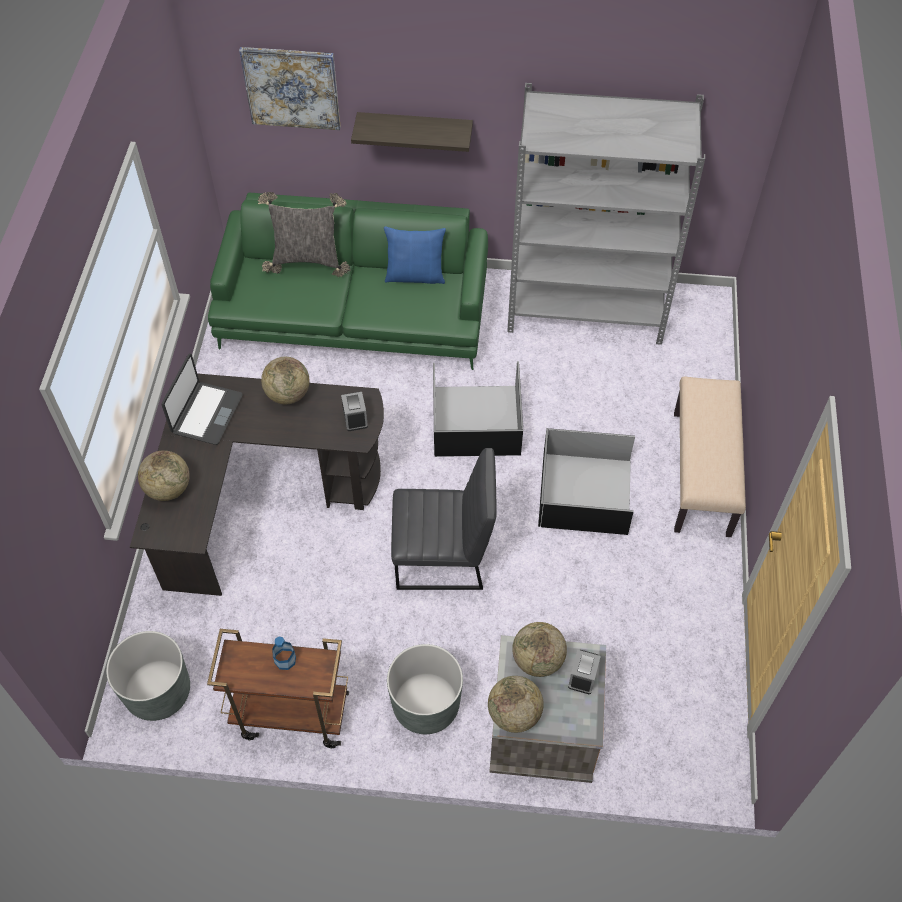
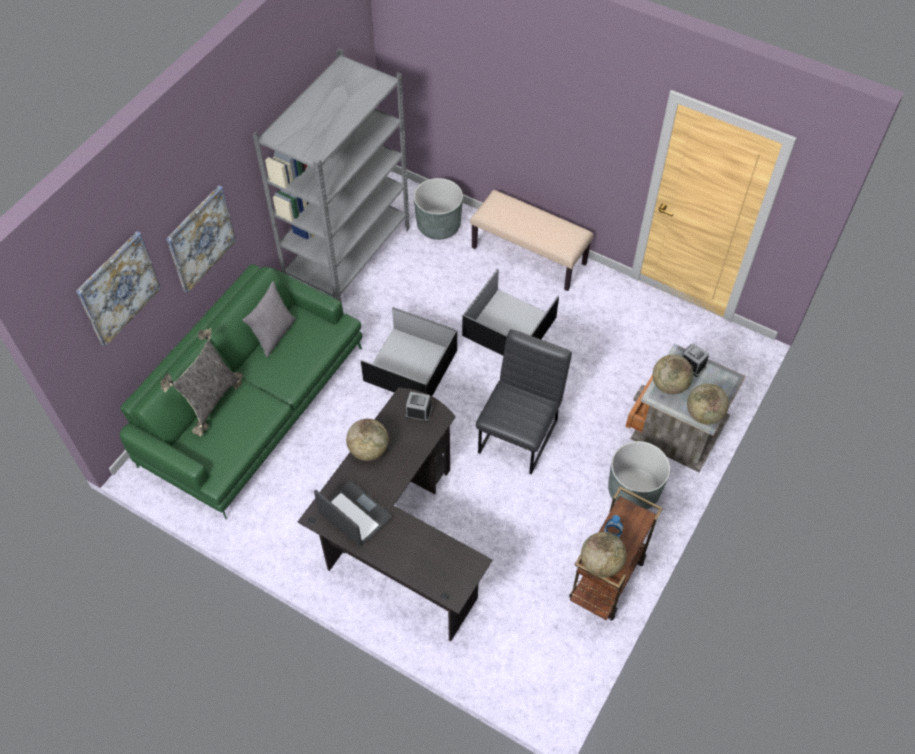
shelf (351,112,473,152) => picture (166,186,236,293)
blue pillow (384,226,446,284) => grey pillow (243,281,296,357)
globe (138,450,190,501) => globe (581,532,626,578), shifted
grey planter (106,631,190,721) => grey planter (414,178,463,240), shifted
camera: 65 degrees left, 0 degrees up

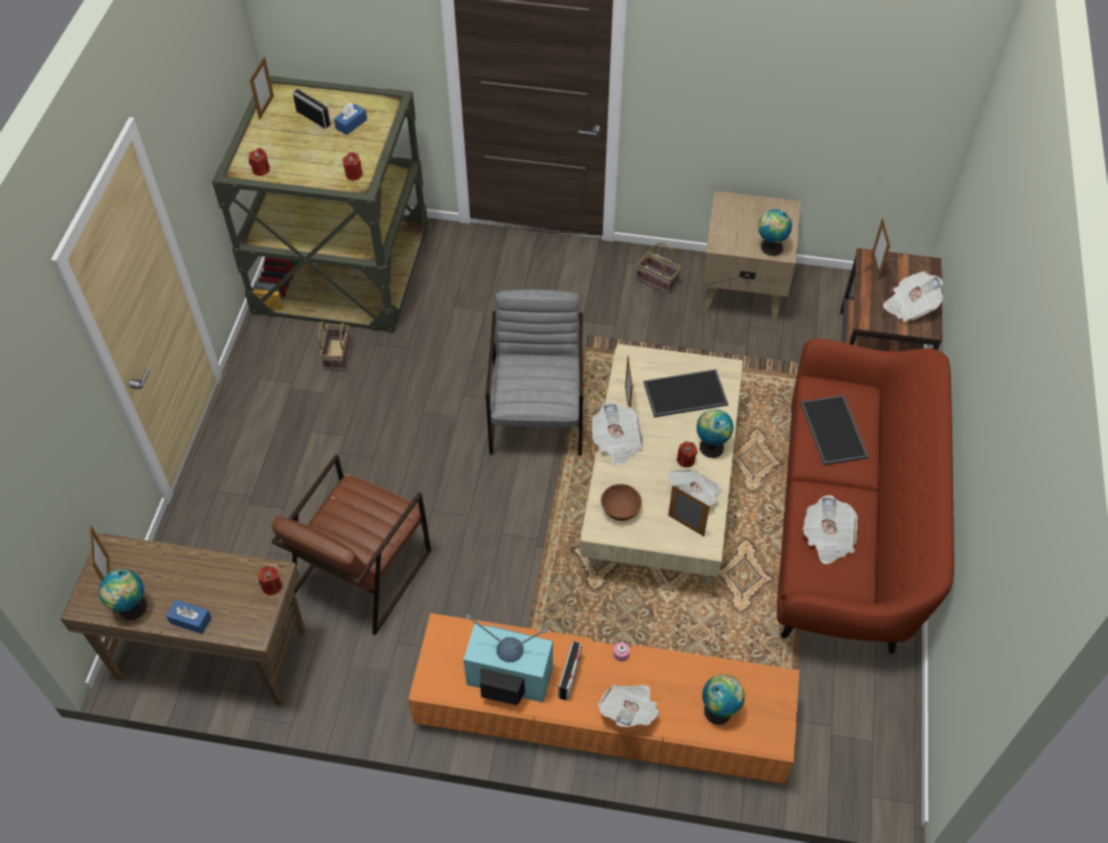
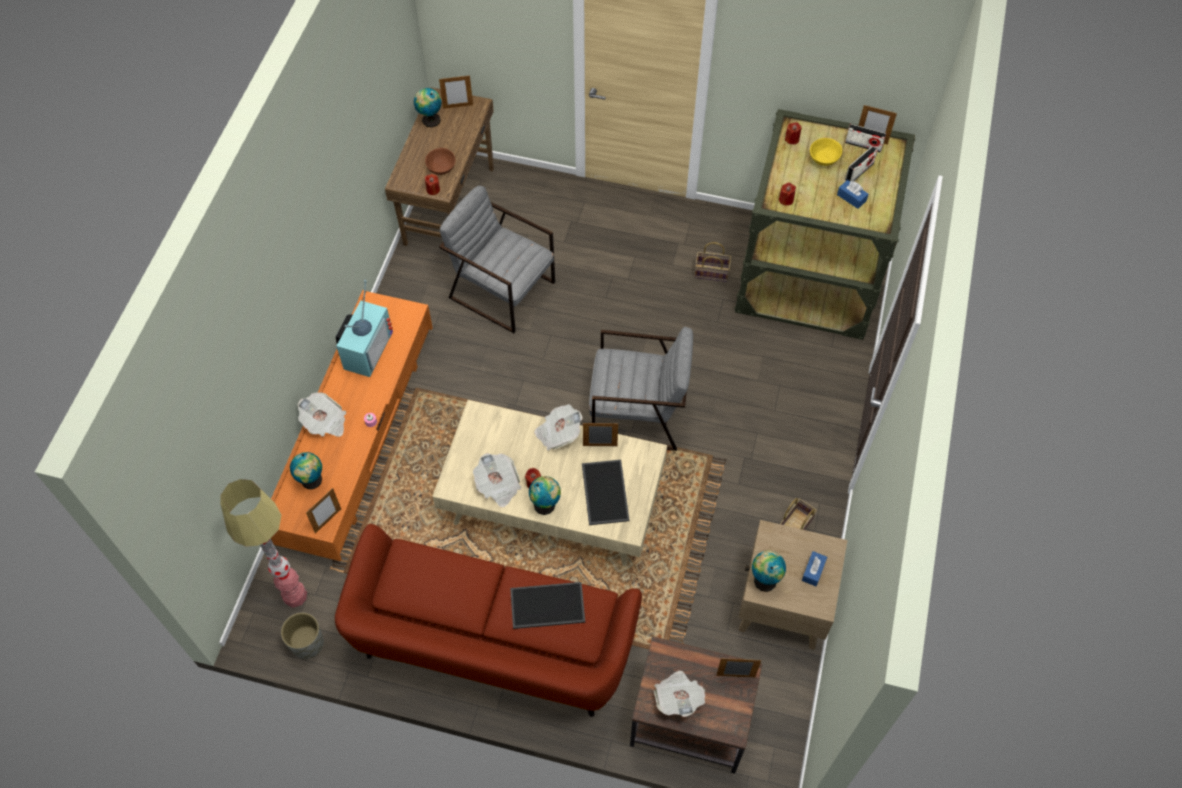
brown armchair (271,454,431,635) => grey armchair (439,186,555,333)
brown bowl (601,484,642,521) => brown bowl (425,148,455,175), shifted
picture frame (668,485,710,537) => picture frame (306,488,341,533), shifted
newspaper (803,495,858,564) => nothing
blue tissue box (166,600,212,634) => blue tissue box (802,551,827,586), shifted
radio (558,641,582,701) => radio (845,124,886,153), shifted
nothing => yellow bowl (810,138,842,166)
nothing => floor lamp (220,479,307,608)
nothing => grey planter (281,613,324,659)
camera: 95 degrees right, 5 degrees up

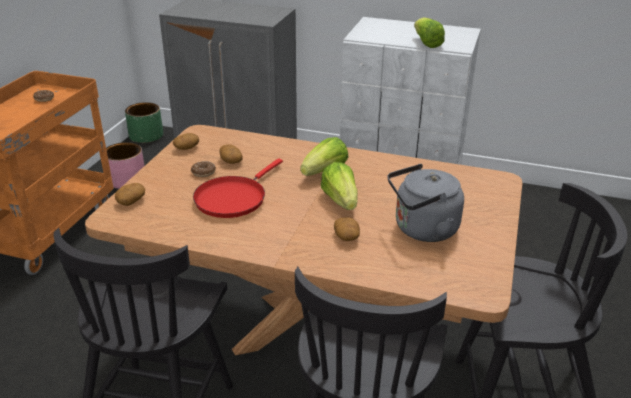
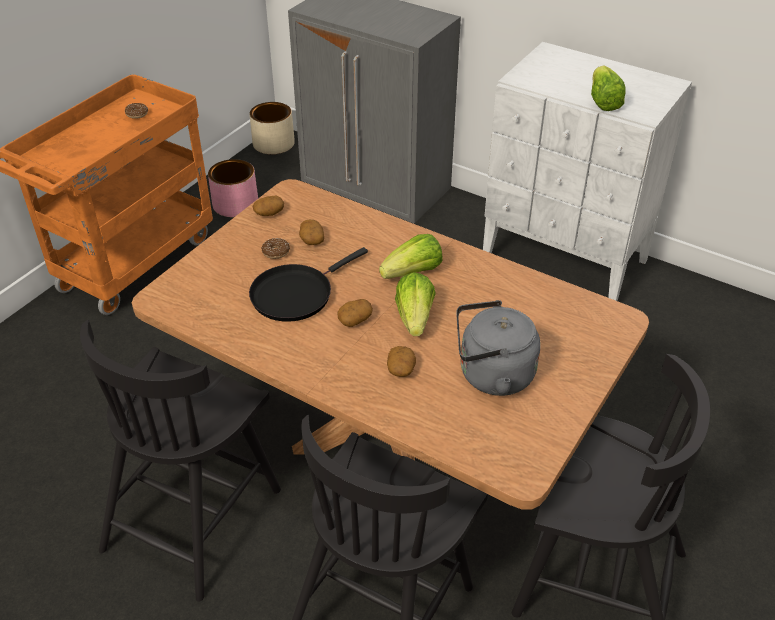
green planter (125,102,163,143) => beige planter (249,102,295,155)
red frying pan (193,158,283,218) => black frying pan (249,247,368,322)
potato (115,183,145,206) => potato (337,299,373,327), shifted
camera: 15 degrees right, 10 degrees up

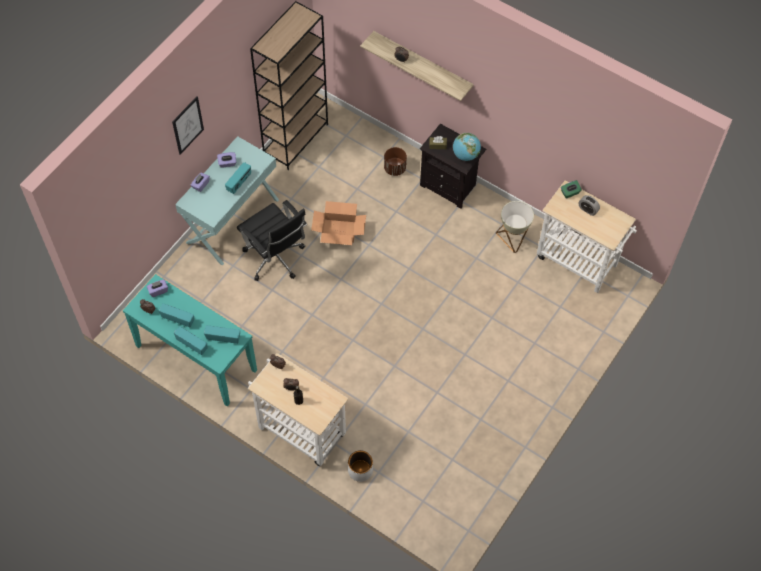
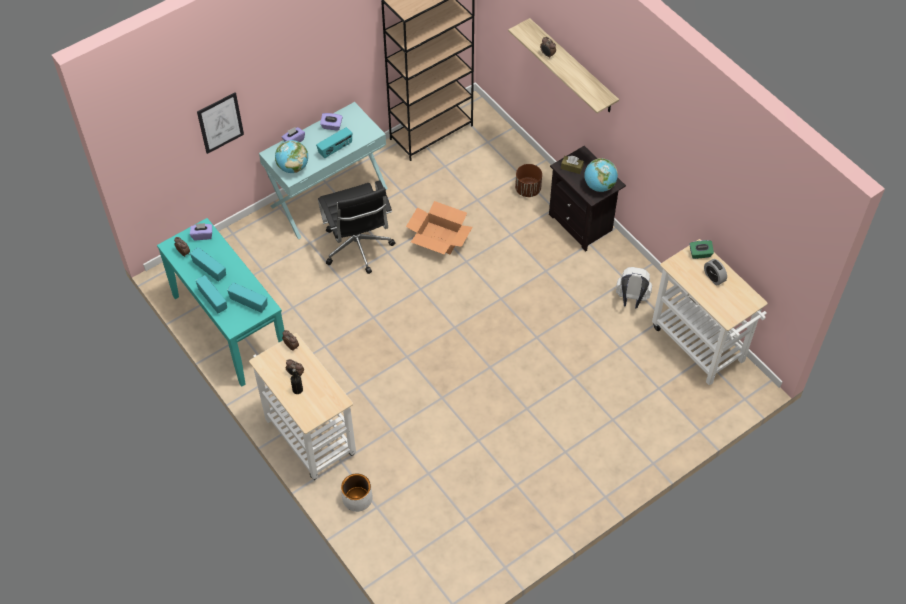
picture (172,96,204,155) => picture (197,92,244,154), shifted
planter (496,201,534,253) => white backpack (616,267,652,308)
nothing => globe (275,140,308,173)
camera: 20 degrees right, 5 degrees down

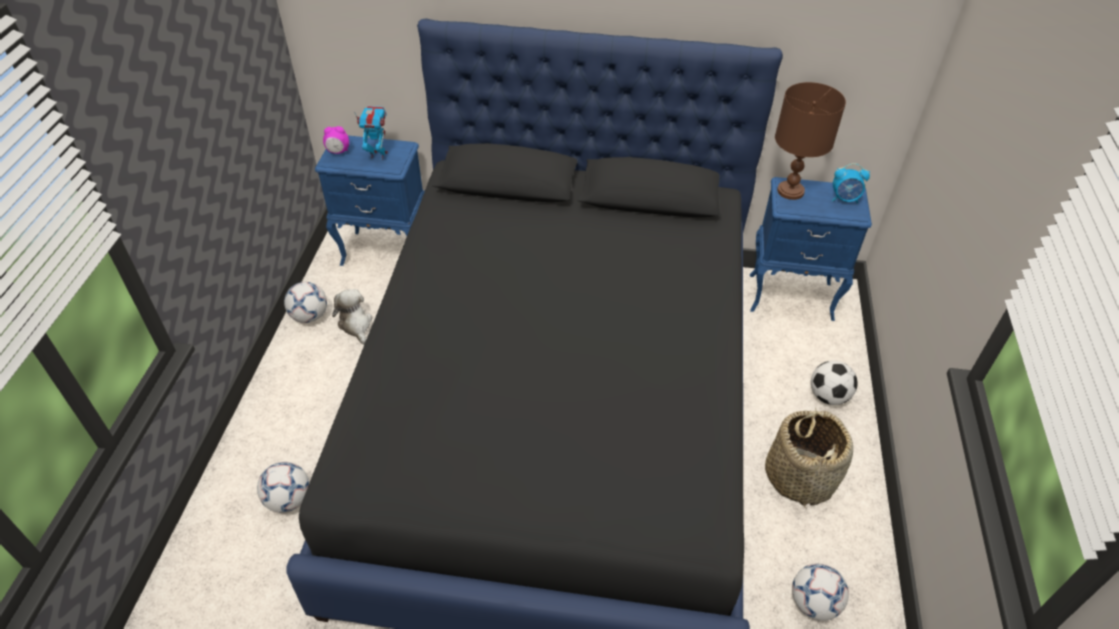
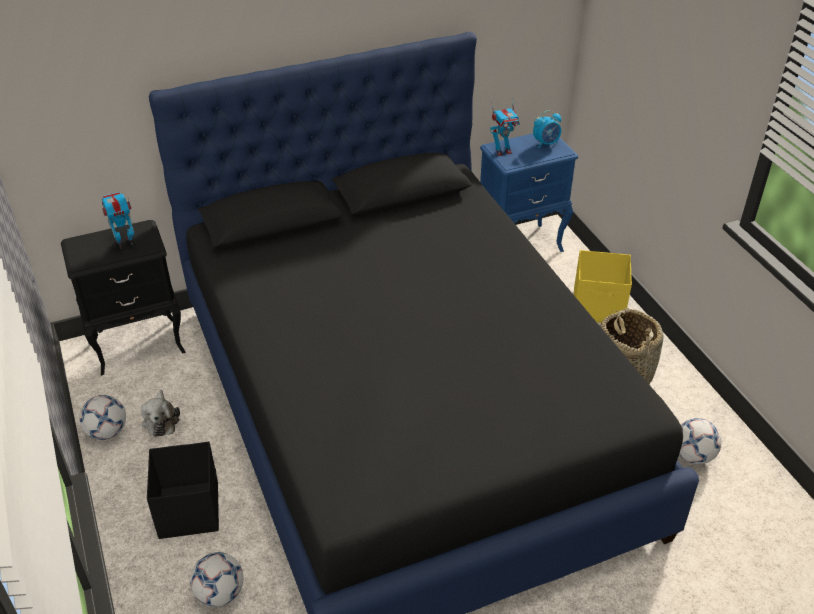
brown table lamp (775,82,846,200) => toy robot (490,101,520,156)
alarm clock (323,126,349,154) => nothing
blue nightstand (315,136,425,266) => black nightstand (61,220,186,376)
plush toy (332,289,372,344) => plush toy (141,390,180,437), 135 degrees counterclockwise
football (811,360,858,405) => yellow storage box (574,250,632,323)
nothing => black storage box (147,442,219,539)
camera: 30 degrees left, 5 degrees down

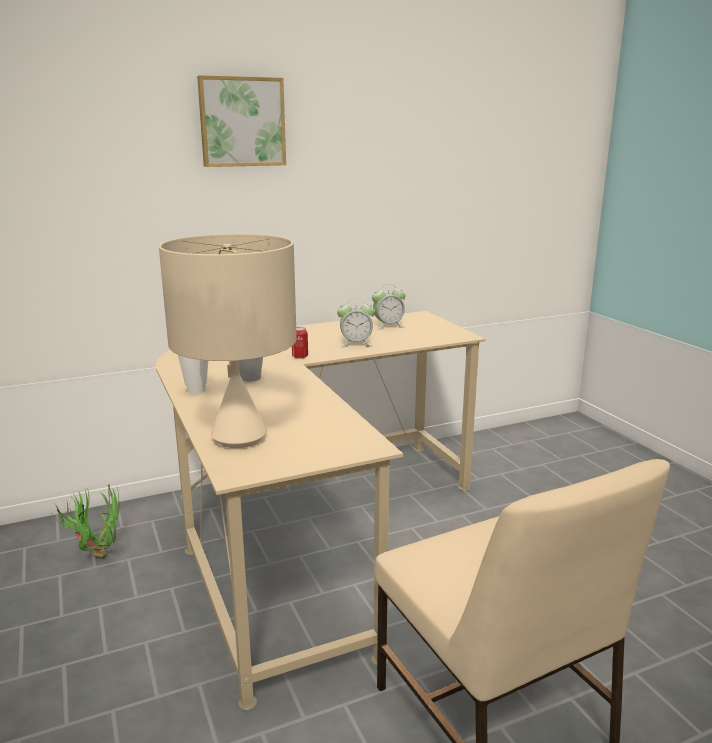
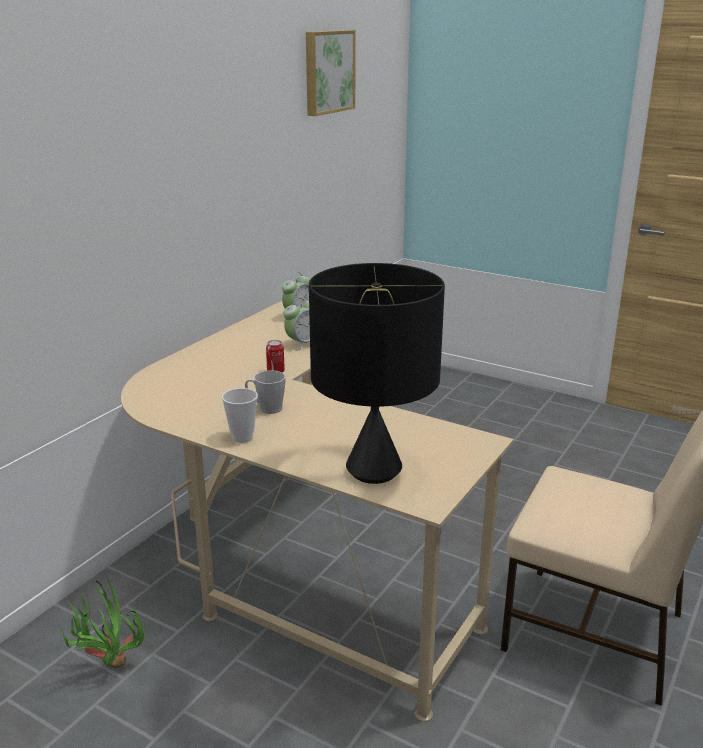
picture (197,75,286,167) => picture (306,30,355,116), shifted
beige table lamp (159,234,297,448) => black table lamp (309,263,445,484)
camera: 35 degrees left, 5 degrees up

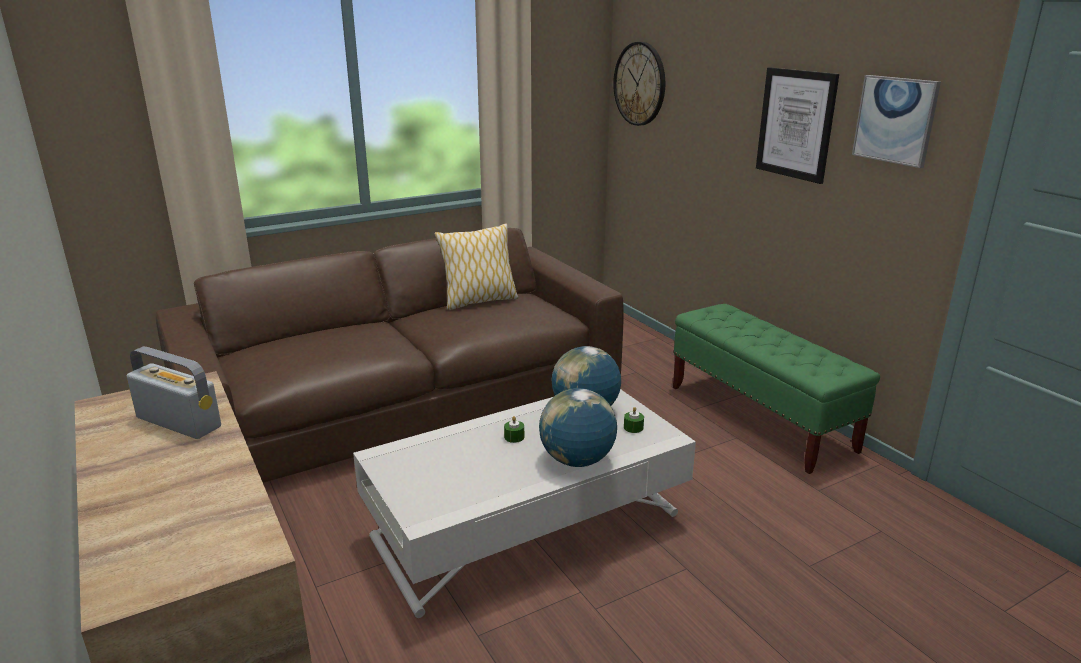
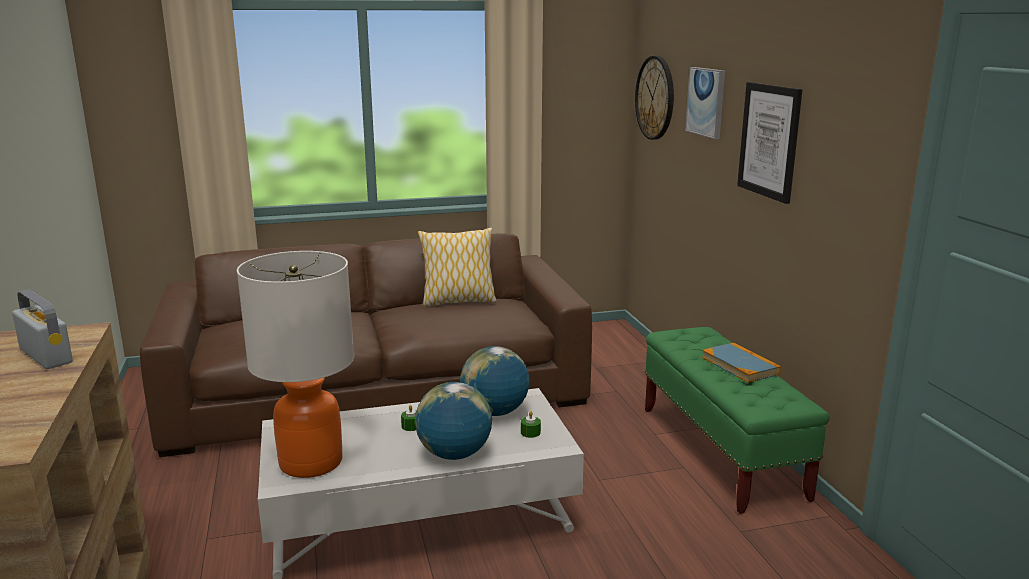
picture (852,75,941,168) => picture (685,67,725,140), shifted
nothing => table lamp (237,251,354,478)
nothing => book (702,343,781,383)
camera: 15 degrees right, 5 degrees down

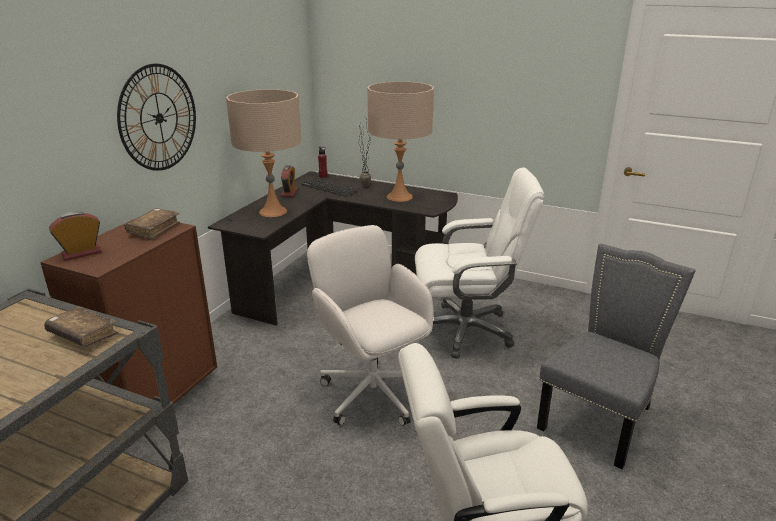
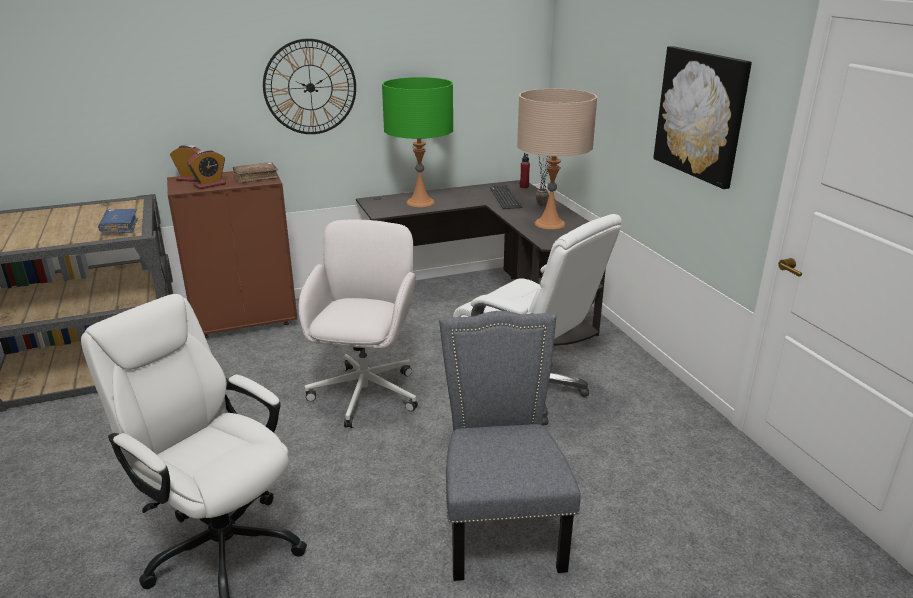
beige table lamp (226,89,302,217) => green table lamp (382,77,453,207)
alarm clock (281,165,298,197) => alarm clock (187,149,226,189), shifted
grey chair (537,244,696,469) => grey chair (439,311,581,581), 90 degrees counterclockwise
brown book (44,306,119,347) => blue book (98,209,138,233)
nothing => picture (653,46,752,189)
camera: 45 degrees right, 0 degrees up

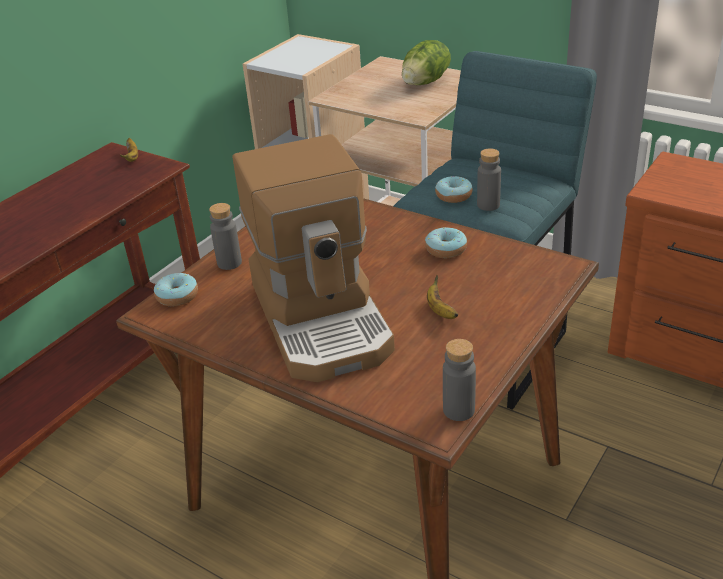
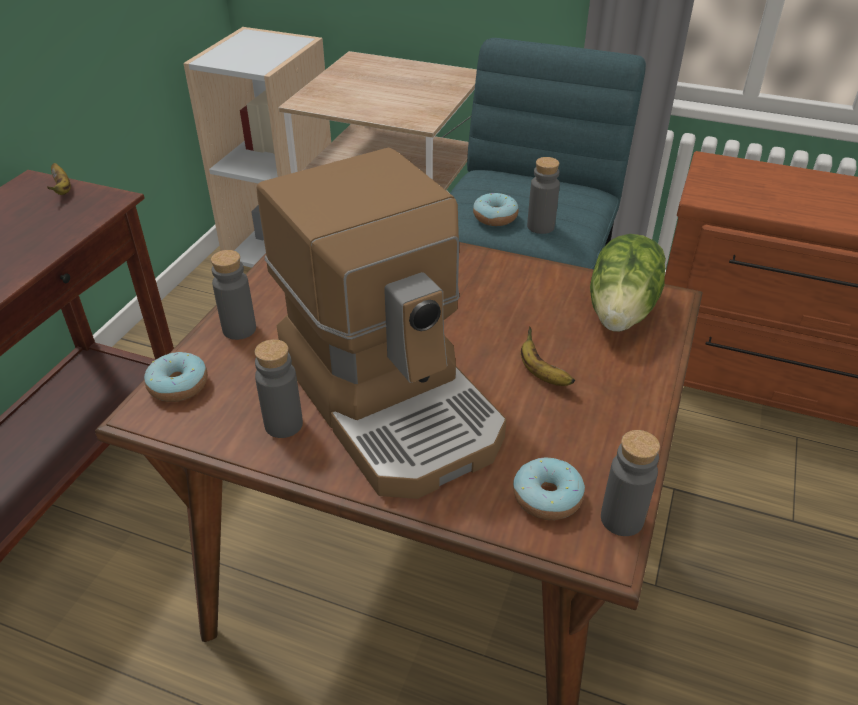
lettuce (402,40,451,85) => lettuce (590,234,666,332), shifted
donut (425,227,467,258) => donut (513,457,585,520), shifted
nothing => grey bottle (255,339,303,438)
camera: 15 degrees left, 5 degrees up

